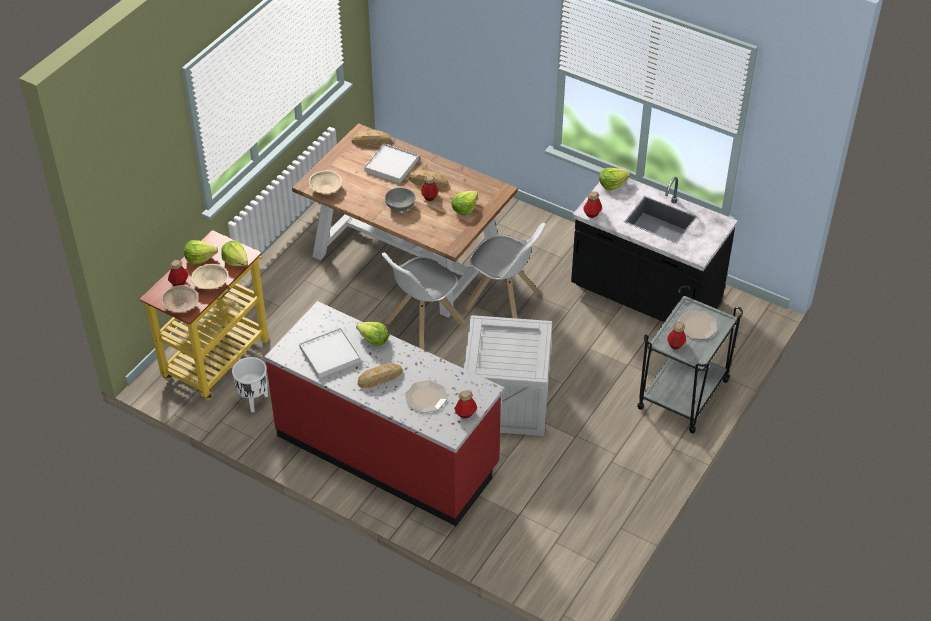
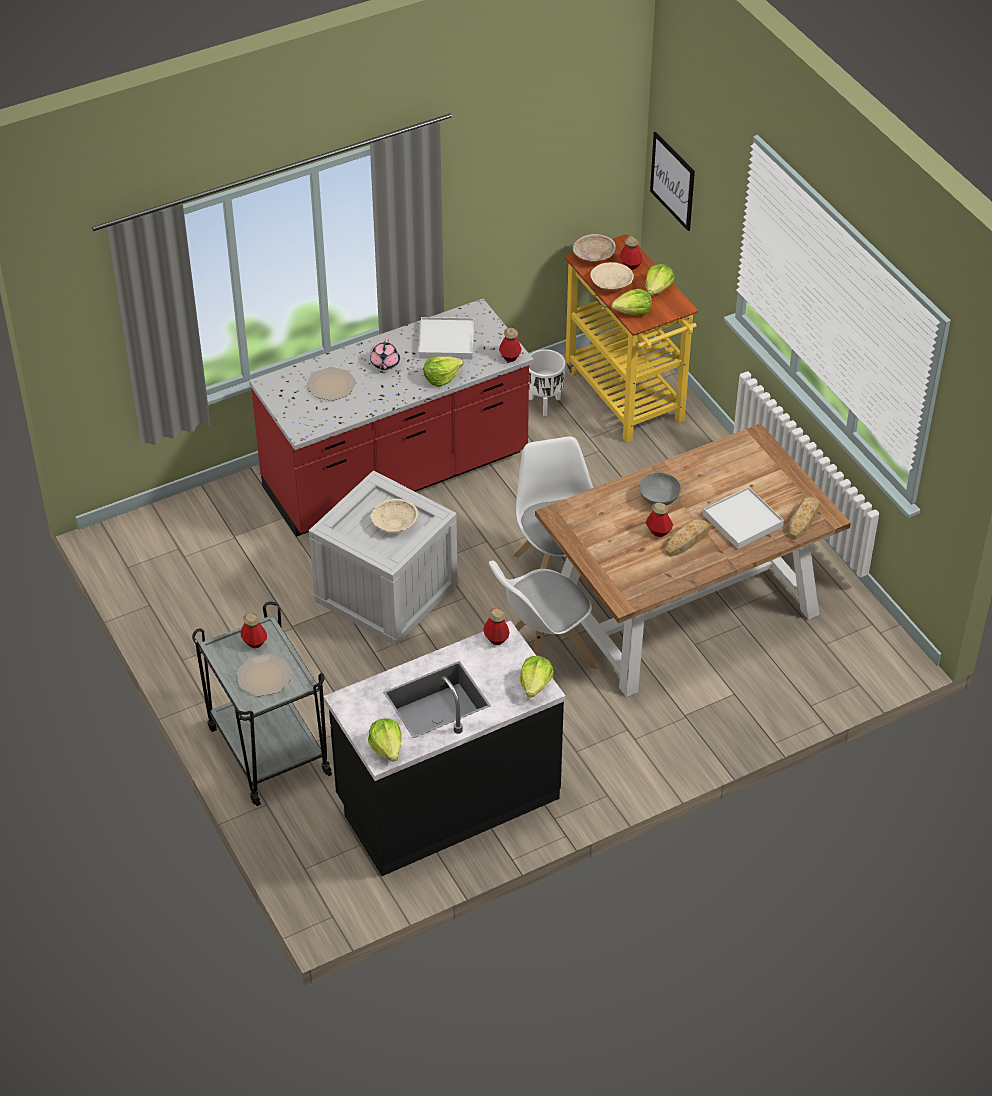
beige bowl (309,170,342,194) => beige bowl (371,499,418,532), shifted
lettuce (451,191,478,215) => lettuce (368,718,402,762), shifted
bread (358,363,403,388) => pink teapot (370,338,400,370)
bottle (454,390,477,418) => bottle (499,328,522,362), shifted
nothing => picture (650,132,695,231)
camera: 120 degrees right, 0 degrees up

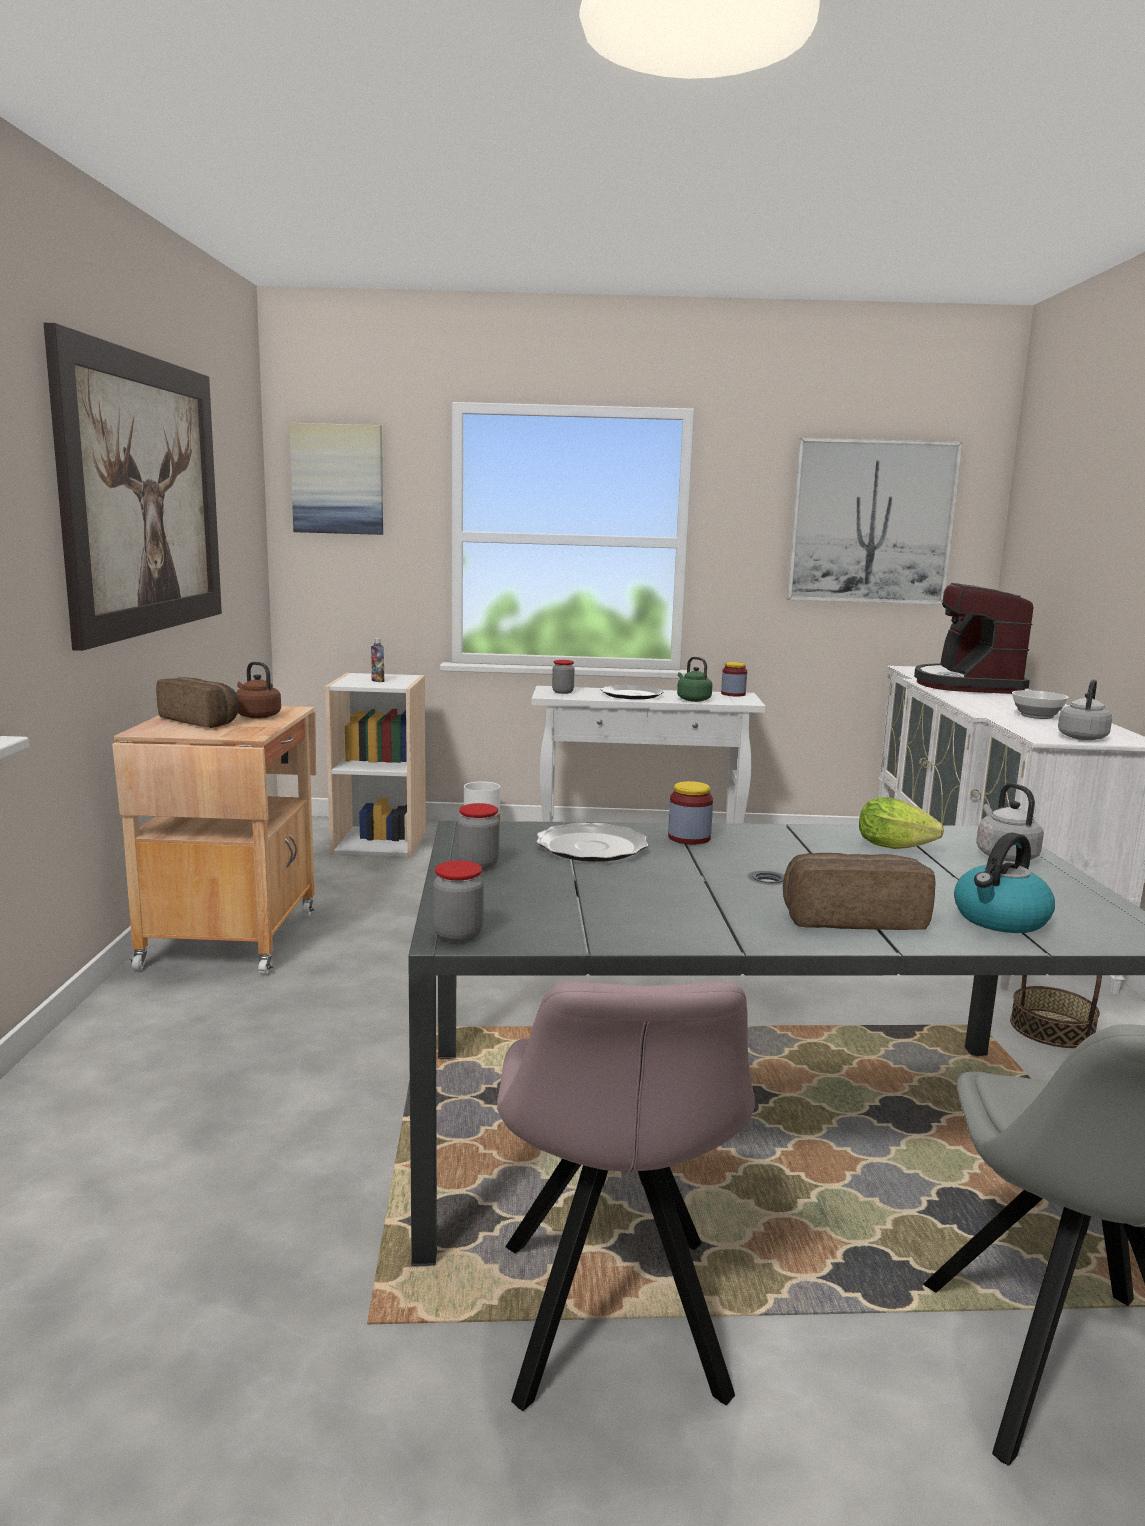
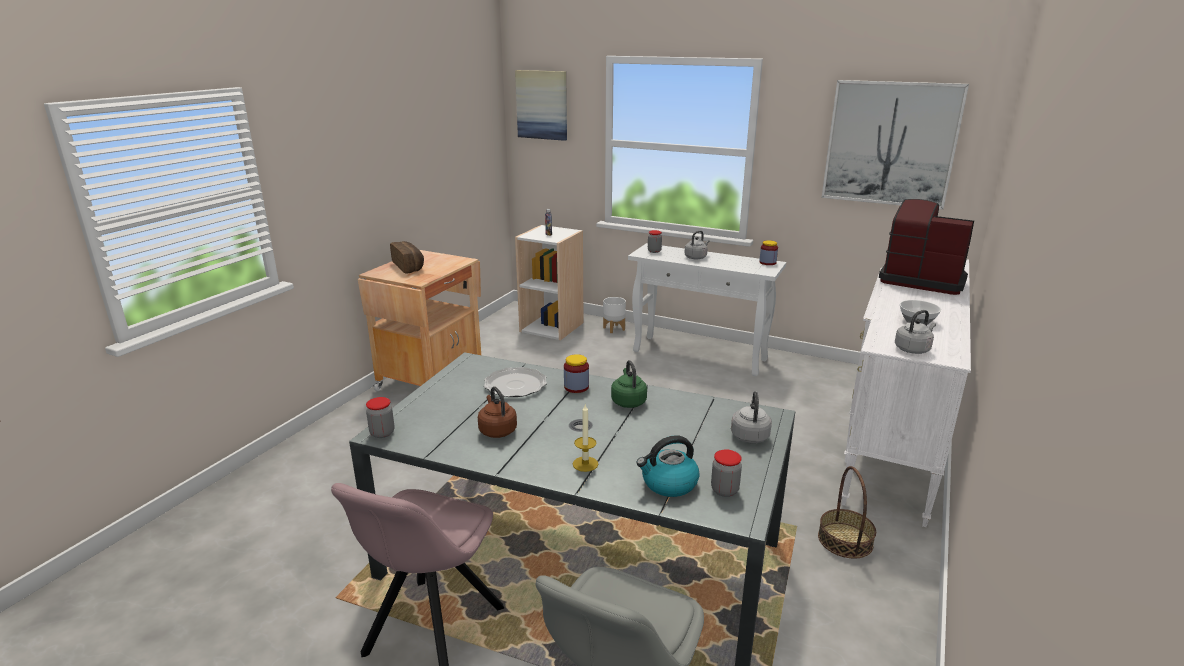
picture (44,323,222,651) => nothing
coffee machine (914,583,1034,694) => coffee machine (879,199,974,295), 90 degrees clockwise
green kettle (677,657,712,702) => green kettle (611,360,647,408), shifted
brown kettle (236,662,281,719) => brown kettle (478,386,517,438), shifted
plate (600,685,664,699) => grey kettle (685,230,709,259)
lettuce (859,797,944,849) => nothing
jar (458,803,500,870) => jar (711,450,742,497), shifted
bread (783,853,936,930) => candle (573,405,598,472)
camera: 25 degrees right, 10 degrees up

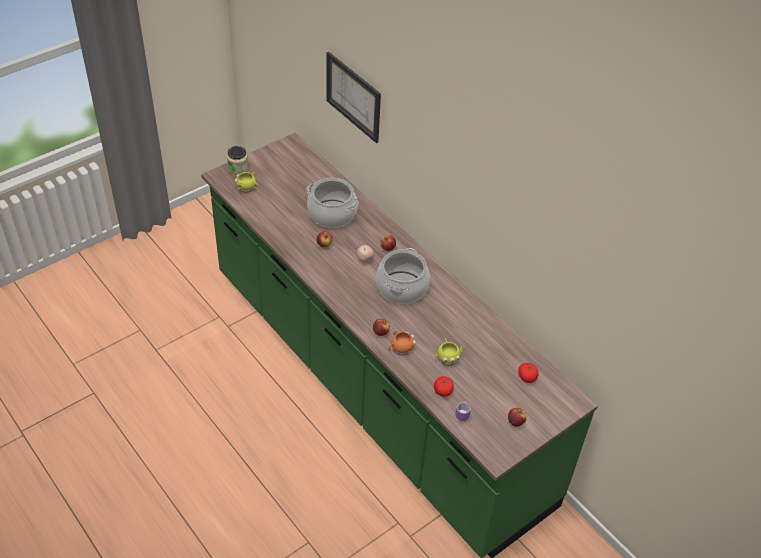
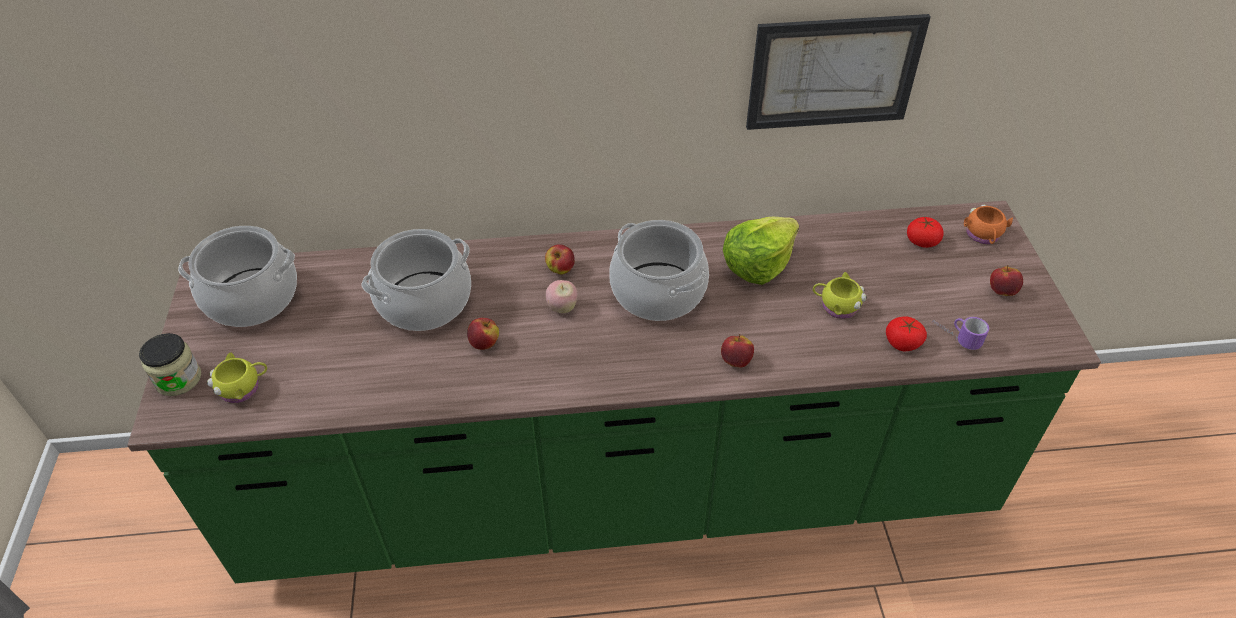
picture (327,52,381,143) => picture (746,14,931,130), shifted
orange mug (388,330,416,355) => orange mug (964,205,1013,244), shifted
nothing => lettuce (723,217,799,285)
nothing => cooking pot (178,226,297,327)
camera: 55 degrees left, 0 degrees up

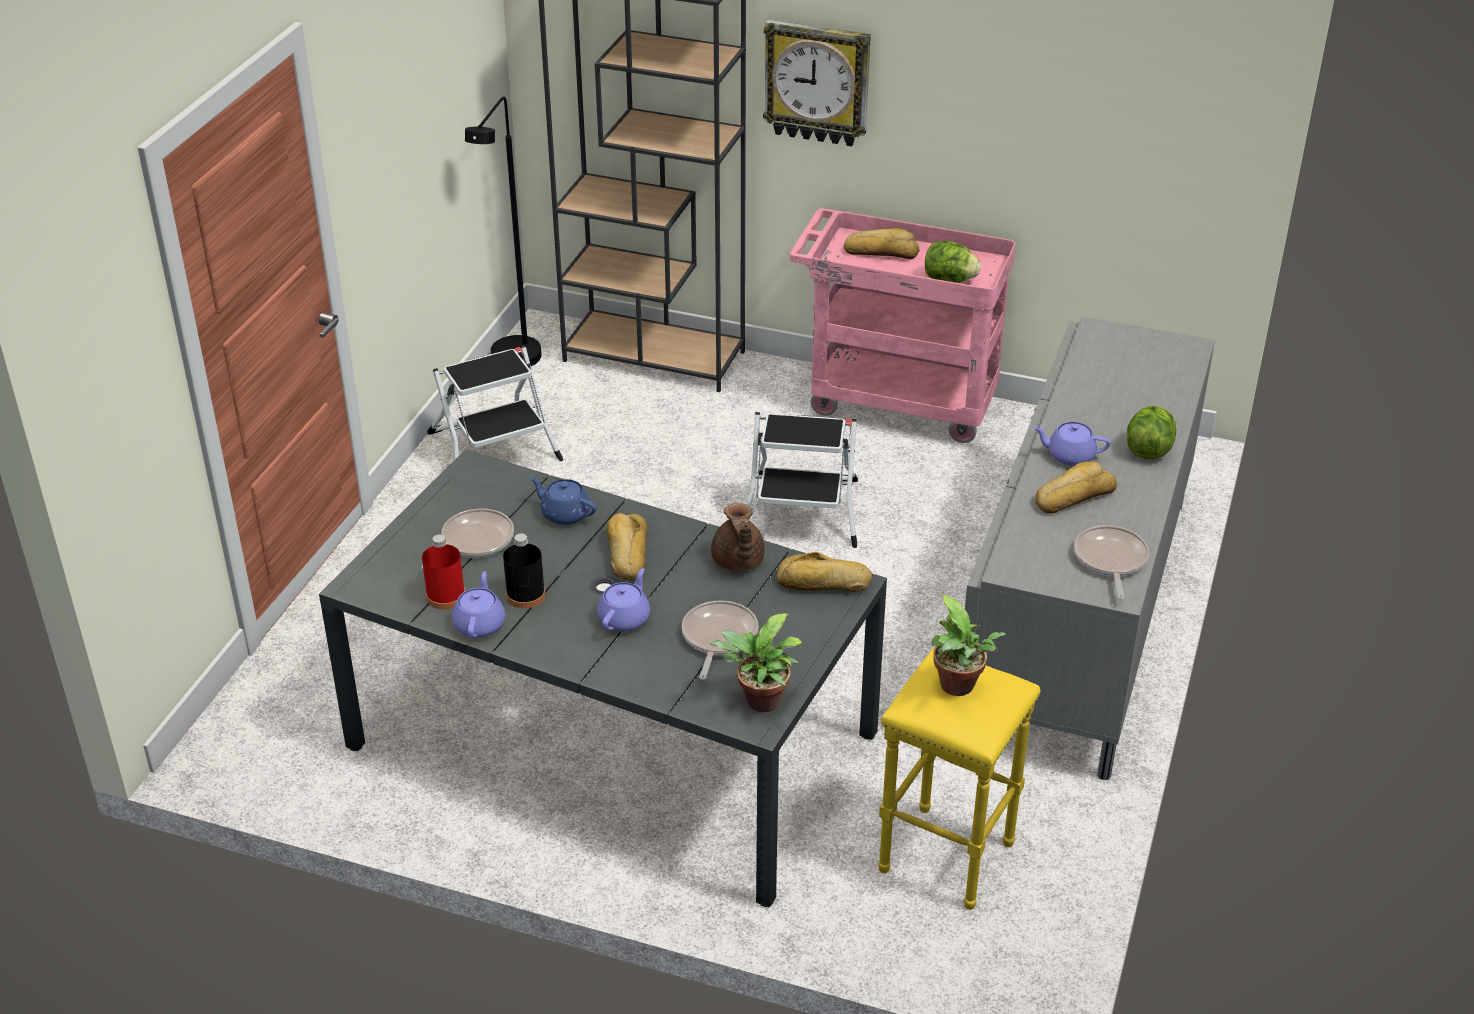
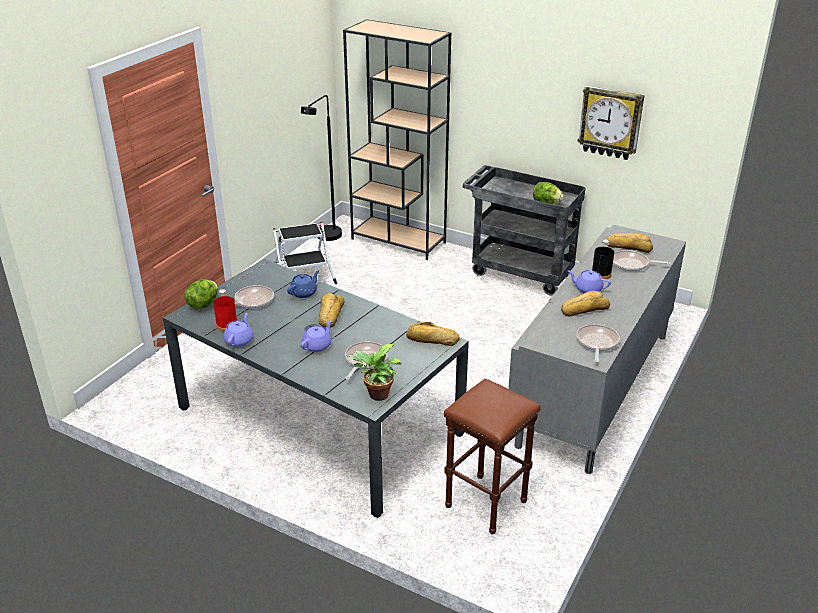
wall clock (763,19,871,147) => wall clock (578,85,644,160), shifted
pink cart (790,208,1015,443) => black cart (463,165,585,295)
bread (844,228,919,259) => bread (606,233,653,253), shifted
lettuce (1127,406,1176,460) => lettuce (184,279,218,310), shifted
step ladder (747,412,858,548) => nothing
blue teapot (529,476,597,525) => blue teapot (287,270,320,298), 90 degrees clockwise
brown teapot (711,503,765,571) => nothing
black bottle (503,533,545,608) => black bottle (592,240,614,279), shifted
potted plant (931,595,1006,696) => nothing
yellow stool (878,647,1041,910) => brown stool (444,379,541,534)
nothing => frying pan (613,250,671,272)
camera: 10 degrees right, 5 degrees down

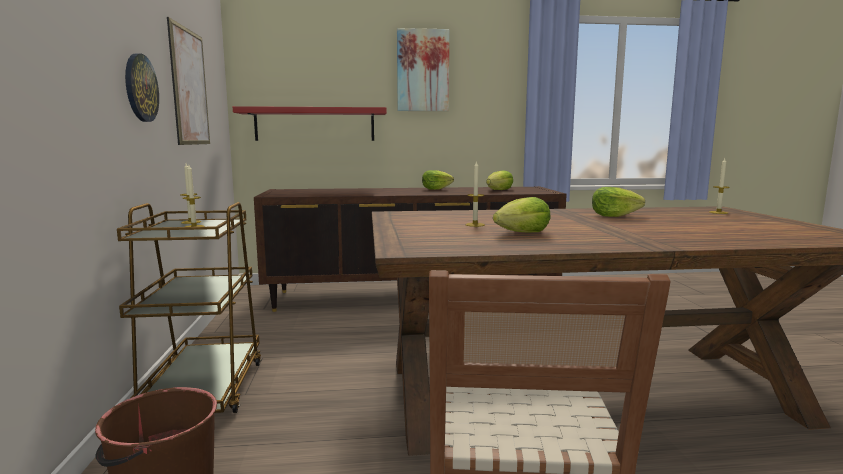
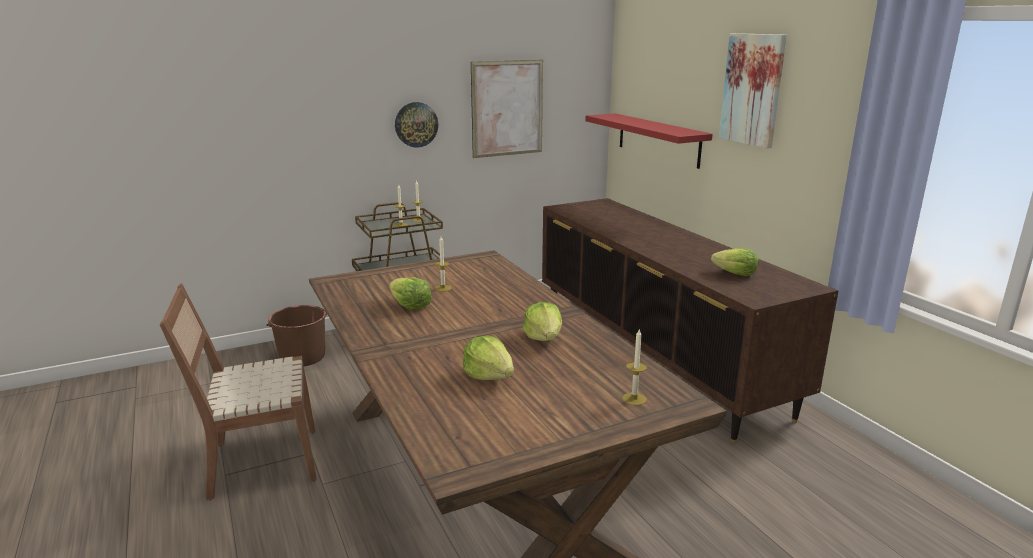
lettuce (422,170,454,190) => lettuce (463,335,514,380), shifted
camera: 70 degrees right, 10 degrees up

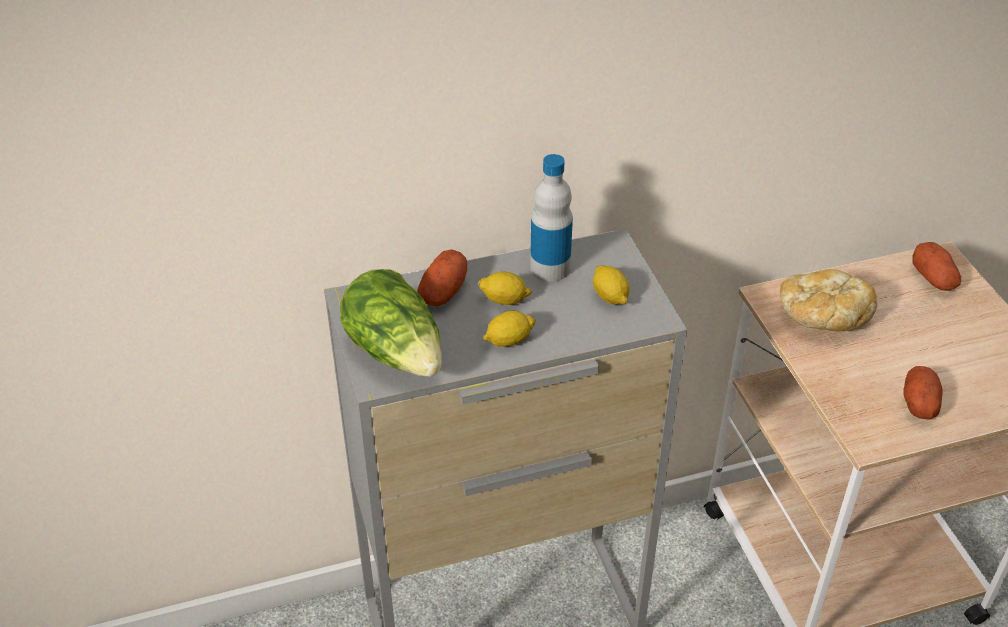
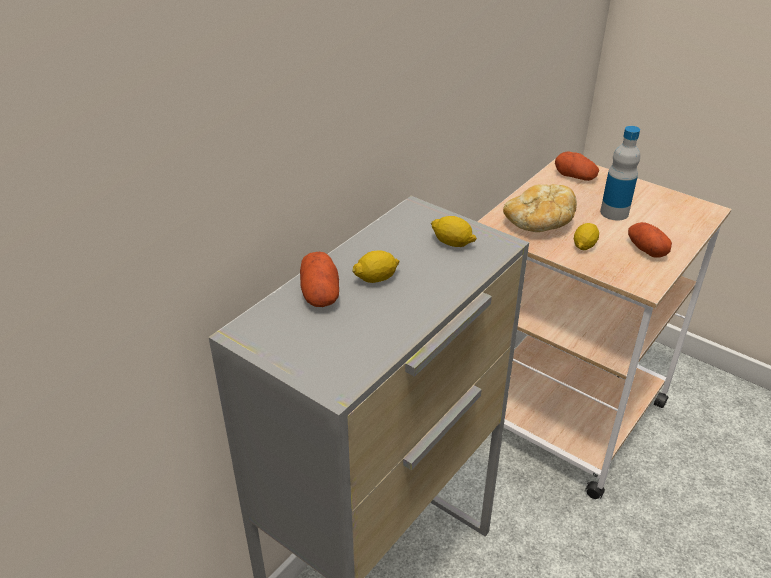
bottle (530,154,573,282) => bottle (600,126,640,221), shifted
lettuce (340,269,442,377) => nothing
lemon (483,311,536,347) => lemon (574,223,599,250), shifted
camera: 35 degrees left, 5 degrees down

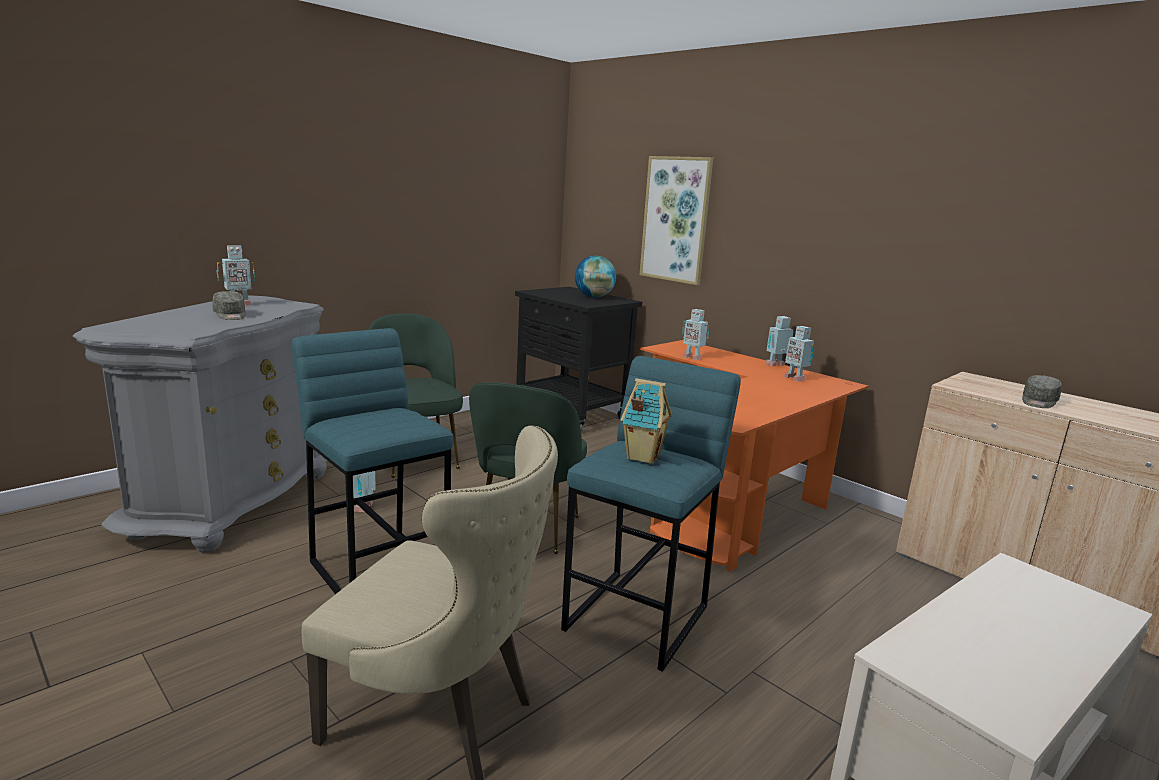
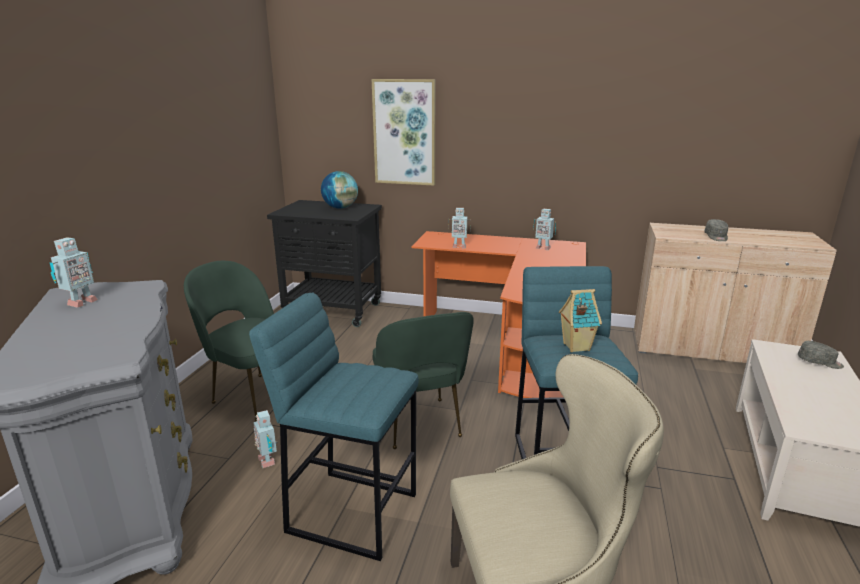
grey cap (212,291,246,320) => grey cap (798,341,844,369), shifted
toy robot (765,316,793,366) => nothing
camera: 30 degrees left, 5 degrees up

